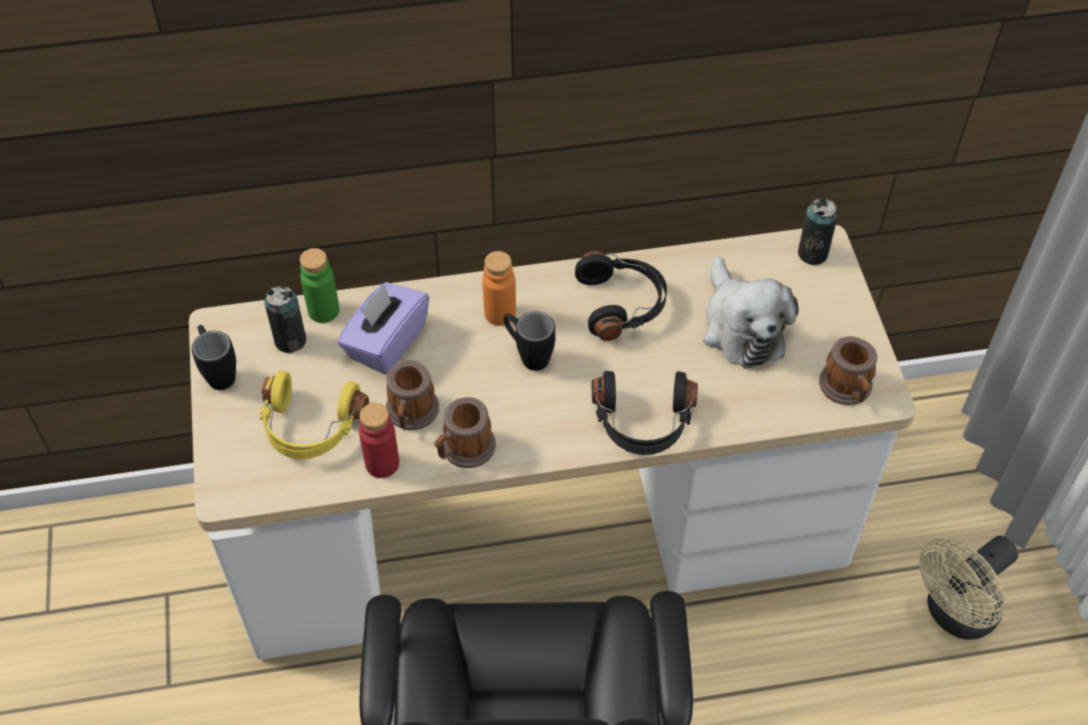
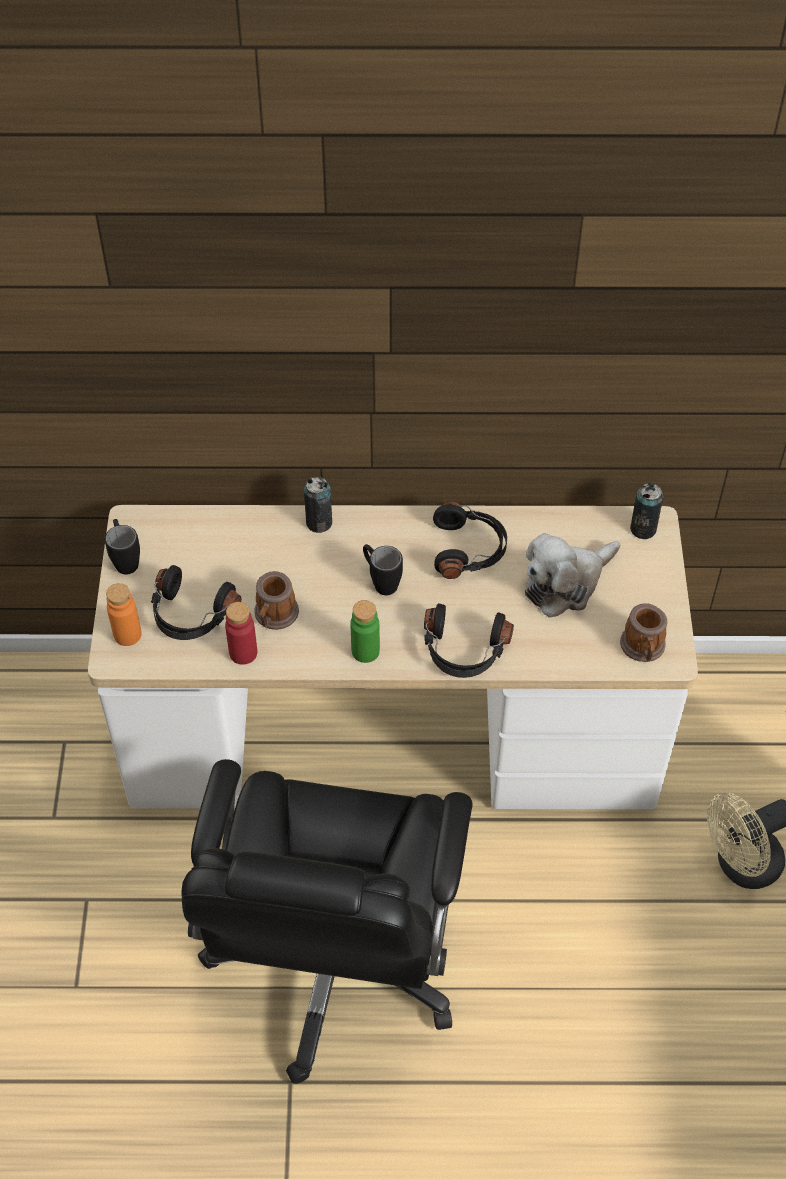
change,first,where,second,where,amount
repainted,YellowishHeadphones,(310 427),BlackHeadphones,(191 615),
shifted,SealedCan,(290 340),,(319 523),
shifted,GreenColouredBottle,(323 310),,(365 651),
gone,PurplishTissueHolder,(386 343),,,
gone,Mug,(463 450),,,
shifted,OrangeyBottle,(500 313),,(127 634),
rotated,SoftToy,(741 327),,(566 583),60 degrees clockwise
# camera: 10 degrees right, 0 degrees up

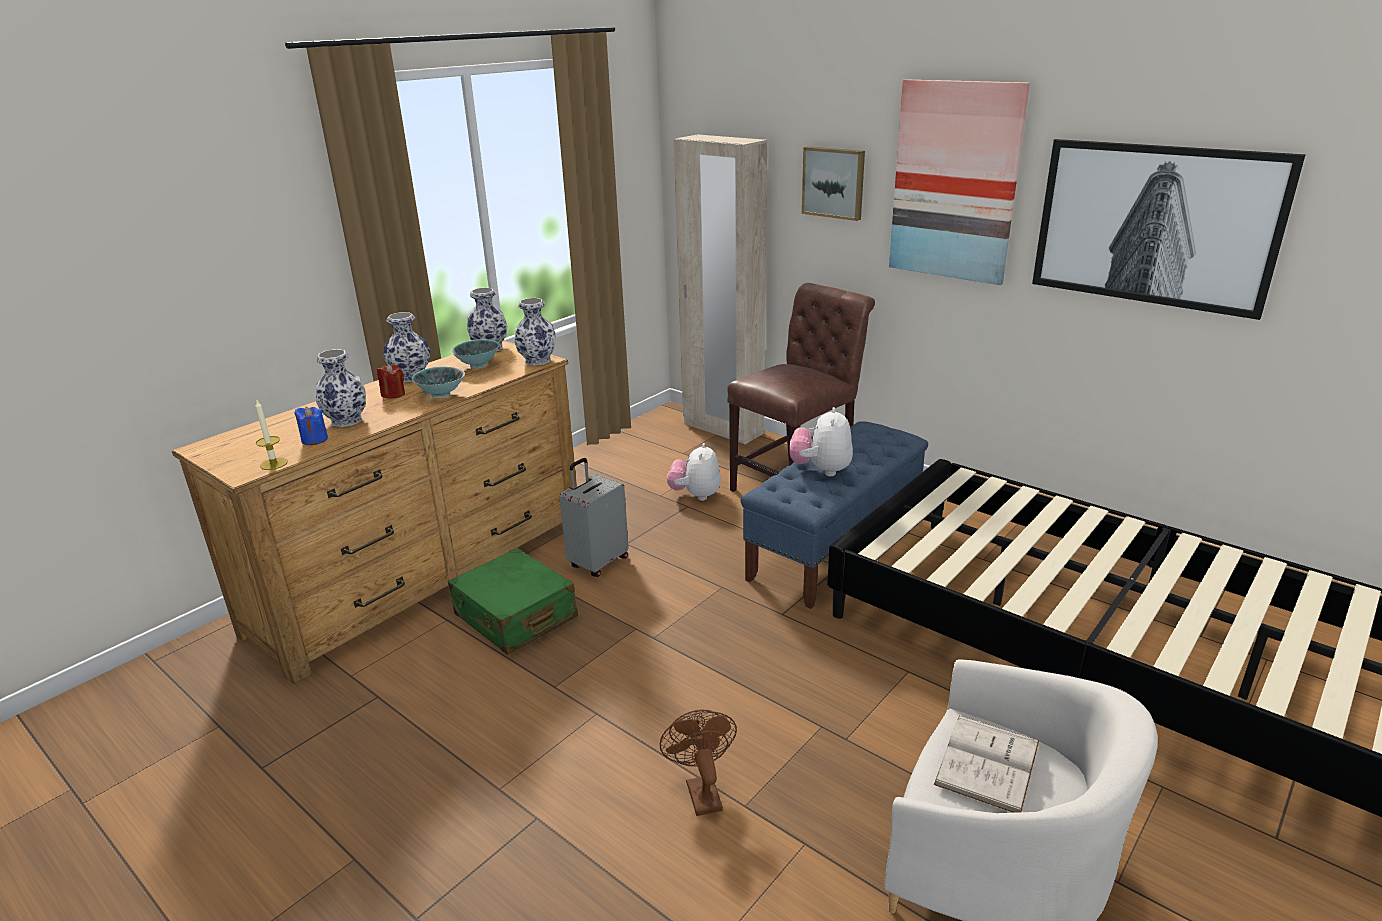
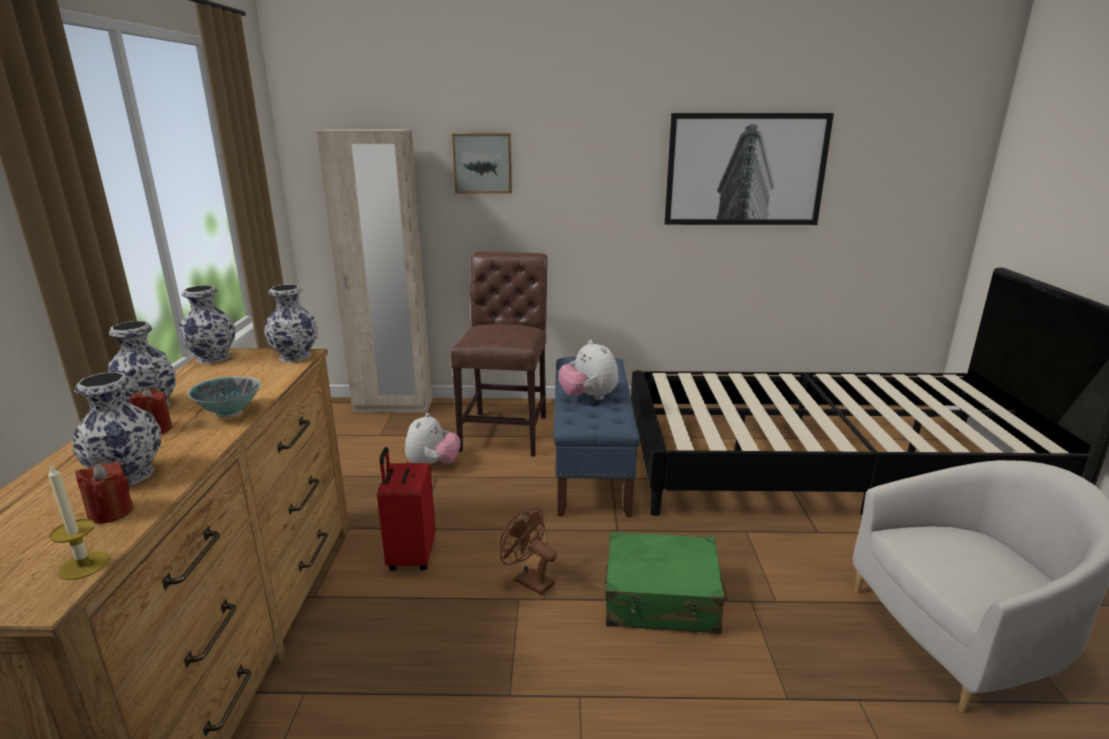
change,first,where,second,where,amount
repainted,BlueWaxCandle,(314 440),ReddishWaxCandle,(111 512),
shifted,GreenColouredPieceOfLuggage,(515 616),,(662 599),
gone,DeepDish,(478 366),,,
repainted,GreyishPieceOfLuggage,(597 562),ReddishPieceOfLuggage,(410 556),
shifted,BrownColouredCoolingFan,(701 790),,(528 580),
rotated,SoftToy,(695 495),,(433 465),135 degrees counterclockwise
gone,WallPicture,(955 182),,,
gone,WhitishBoundBook,(987 762),,,
# camera: 40 degrees left, 5 degrees down

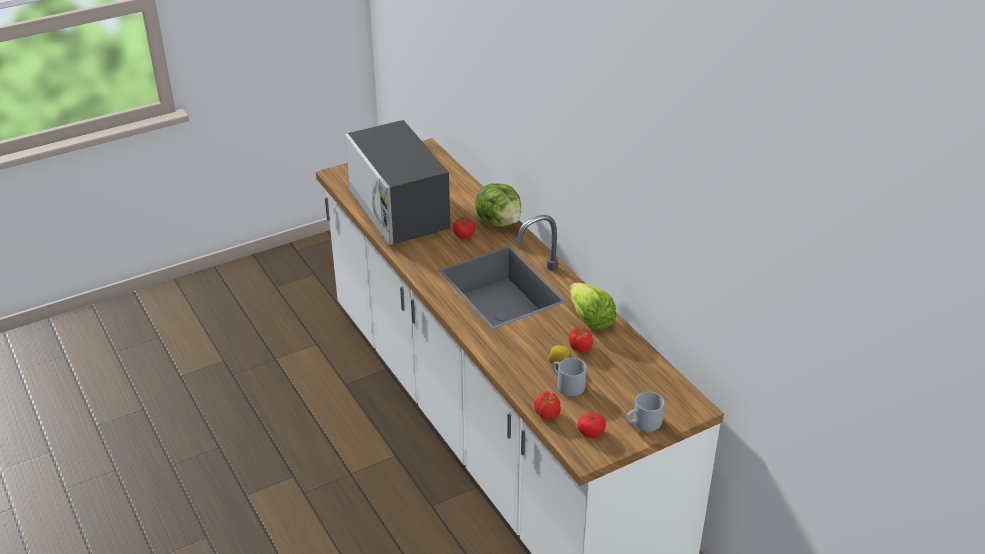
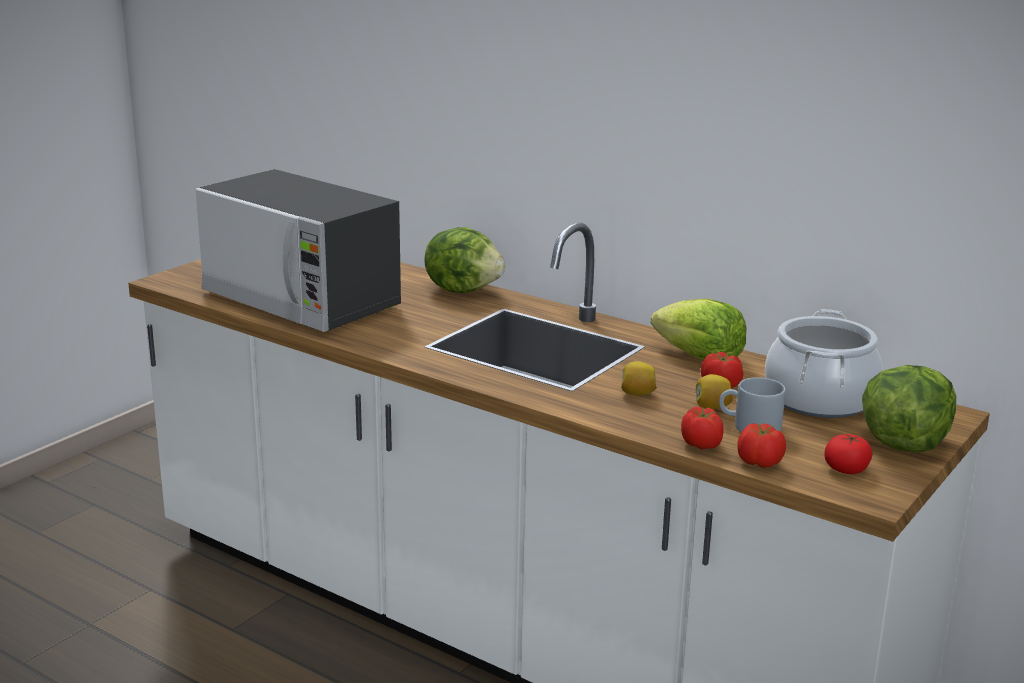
change,first,where,second,where,amount
shifted,Tomato,(464 235),,(701 444),
swapped,GreyishMug,(643 423),Lettuce,(903 444),
new,,,Lemon,(637 394),
new,,,Saucepot,(820 399),
# camera: 25 degrees left, 15 degrees down

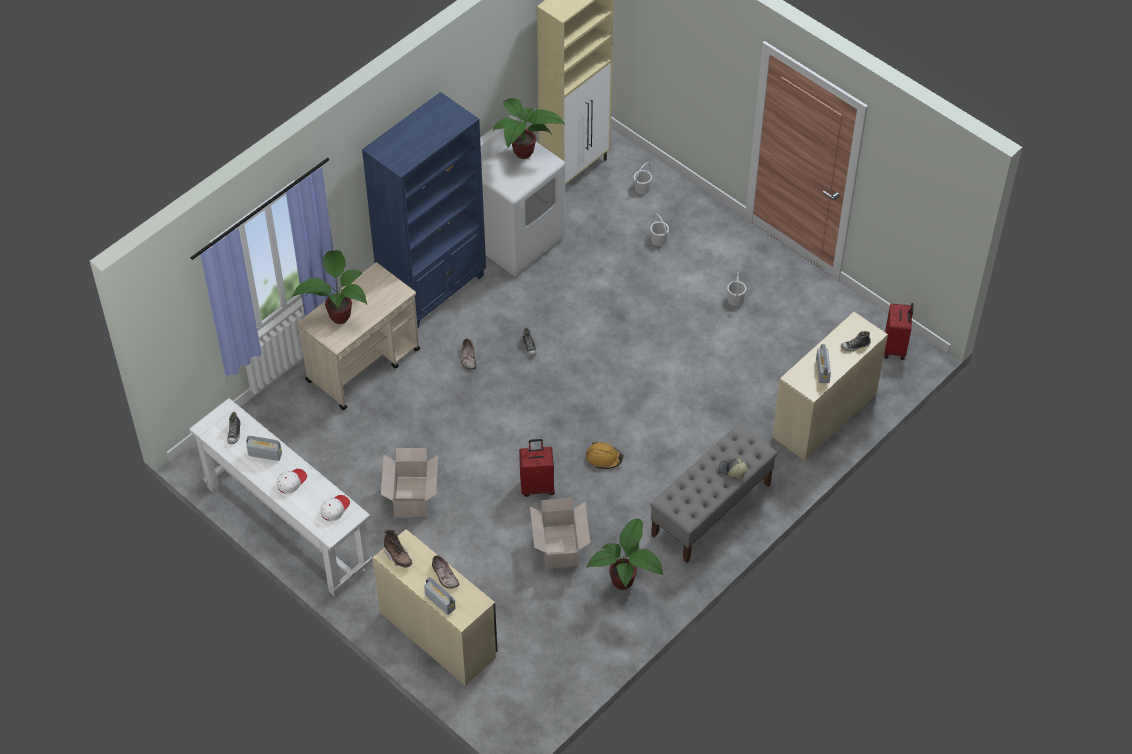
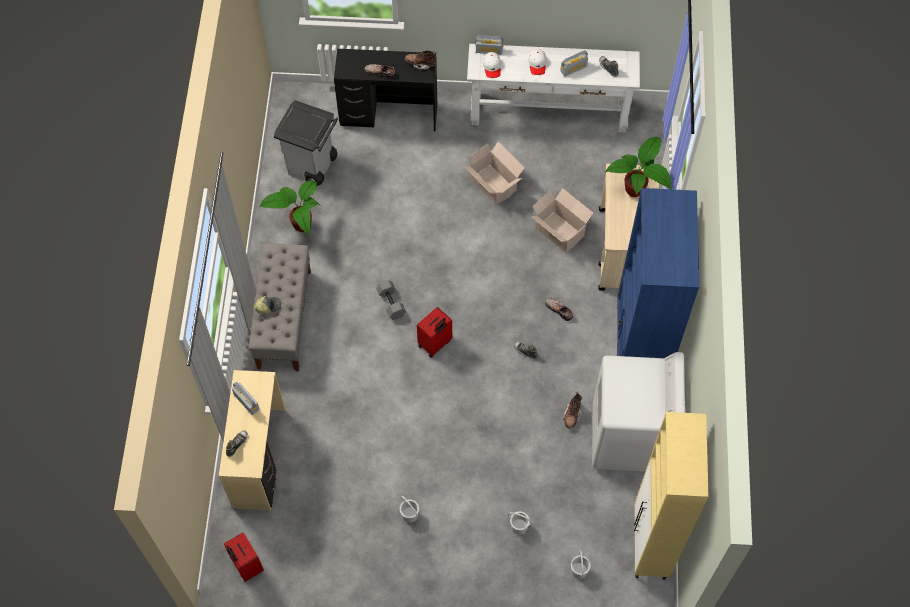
change,first,where,second,where,amount
repainted,SandColouredDesk,(438 633),BlackDesk,(389 115),
shifted,Radio,(440 602),,(489 50),
gone,PottedPlant,(523 155),,,
shifted,ReddishPieceOfLuggage,(537 486),,(435 344),
shifted,CardboardBox,(559 548),,(559 230),
swapped,OrangeySafetyHelmet,(604 458),GreyishFreeWeight,(392 303),
new,,,GreyishTrashCan,(312 167),
new,,,BrownColouredTallBoot,(572 415),
# camera: 140 degrees right, 10 degrees up

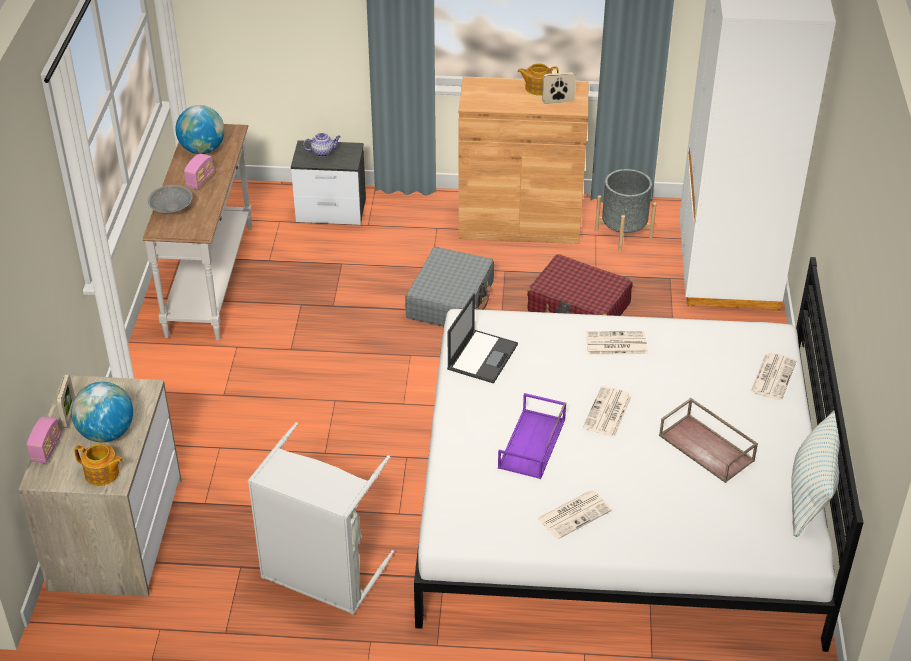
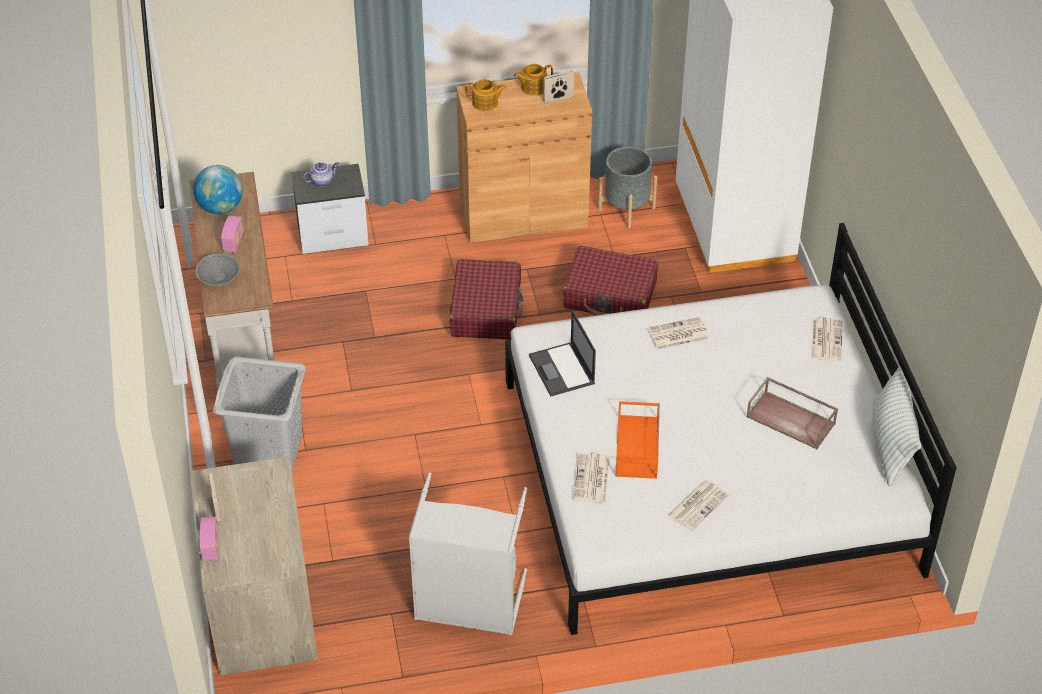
change,first,where,second,where,amount
gone,Globe,(106 433),,,
shifted,Teapot,(102 474),,(485 103),
repainted,GreyishPieceOfLuggage,(450 300),ReddishPieceOfLuggage,(486 309),
rotated,PortableComputer,(482 356),,(562 370),150 degrees clockwise
repainted,PurplishCarryingTray,(532 444),OrangeyCarryingTray,(638 447),
shifted,DailyPaper,(607 413),,(592 479),
new,,,GreyishWashingBasket,(268 451),
# camera: 15 degrees left, 5 degrees up

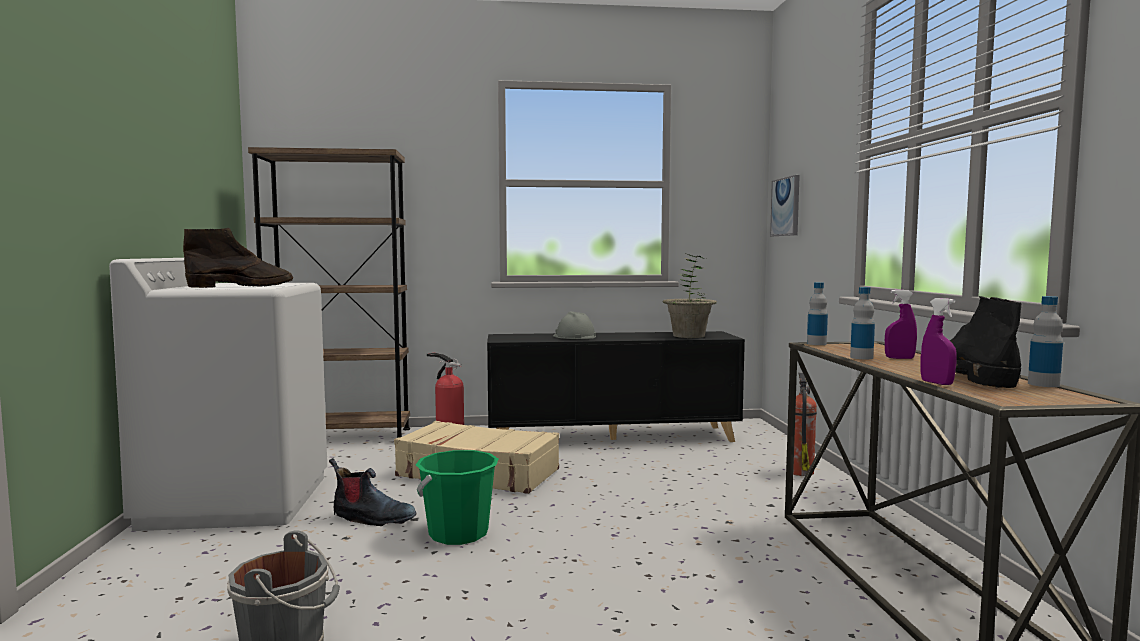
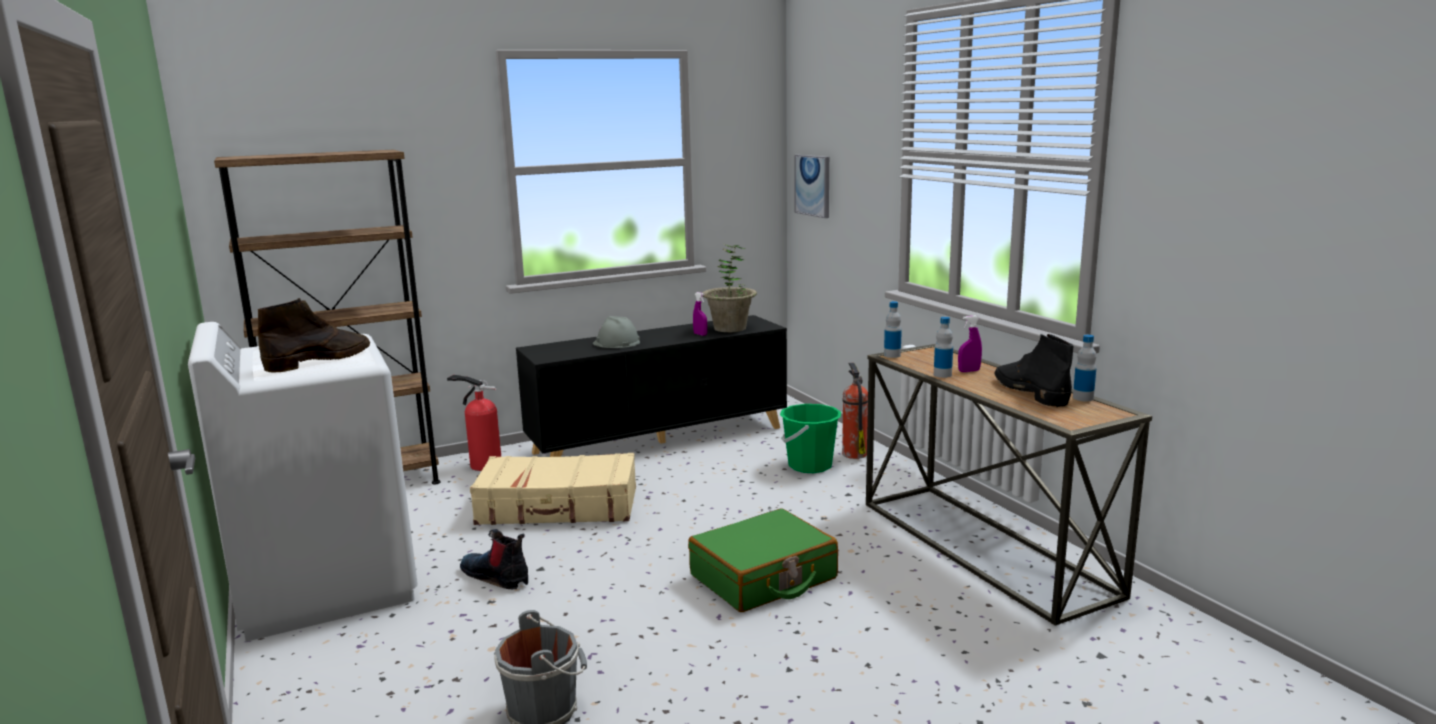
change,first,where,second,where,amount
rotated,TallBoot,(372 518),,(497 577),135 degrees counterclockwise
shifted,GreenColouredWaterBucket,(458 533),,(810 465),
shifted,PurplishHandSprayer,(936 383),,(700 334),
new,,,GreenColouredPieceOfLuggage,(763 577),
# camera: 20 degrees left, 10 degrees up

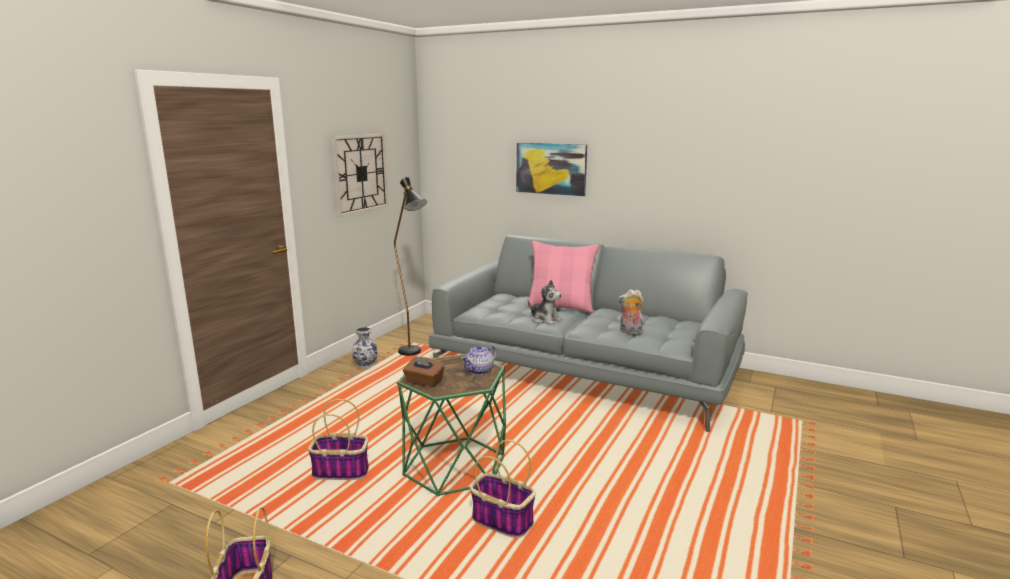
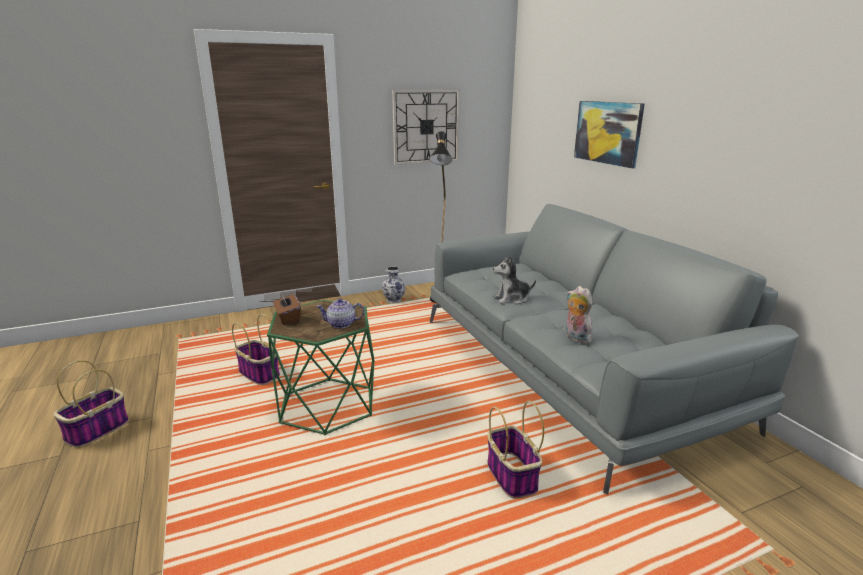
change,first,where,second,where,amount
shifted,HouseholdBasket,(501 520),,(511 475),
gone,PinkColouredPillow,(561 307),,,
rotated,SoftToy,(545 320),,(512 299),90 degrees clockwise
# camera: 40 degrees right, 5 degrees up

